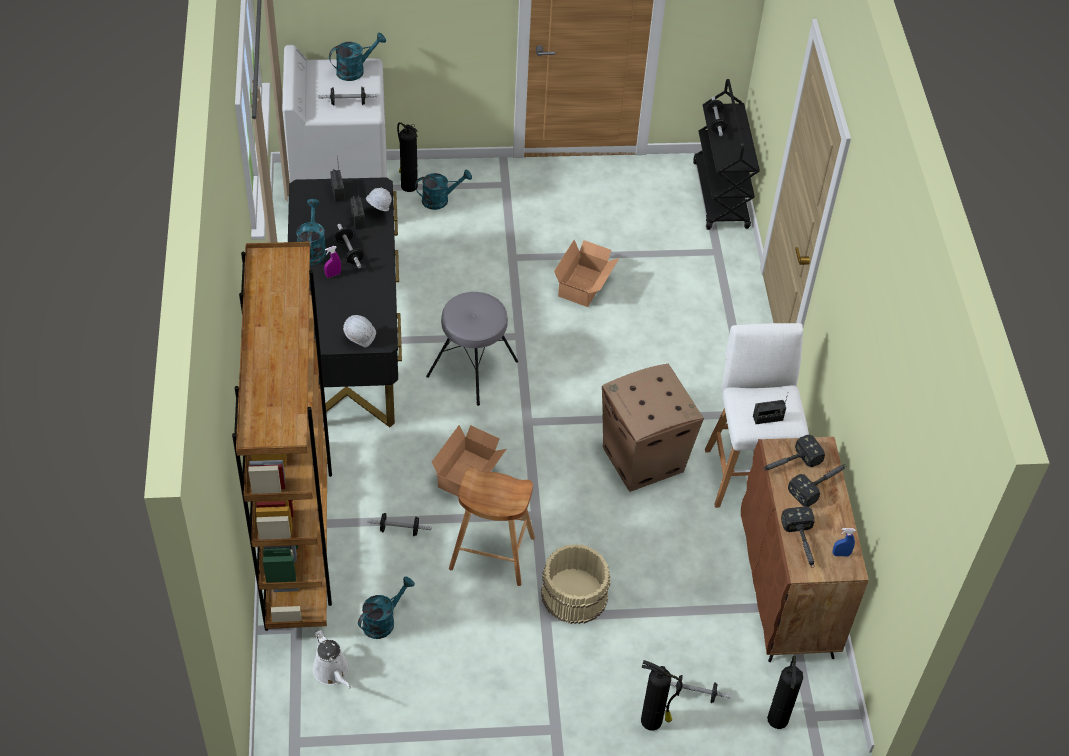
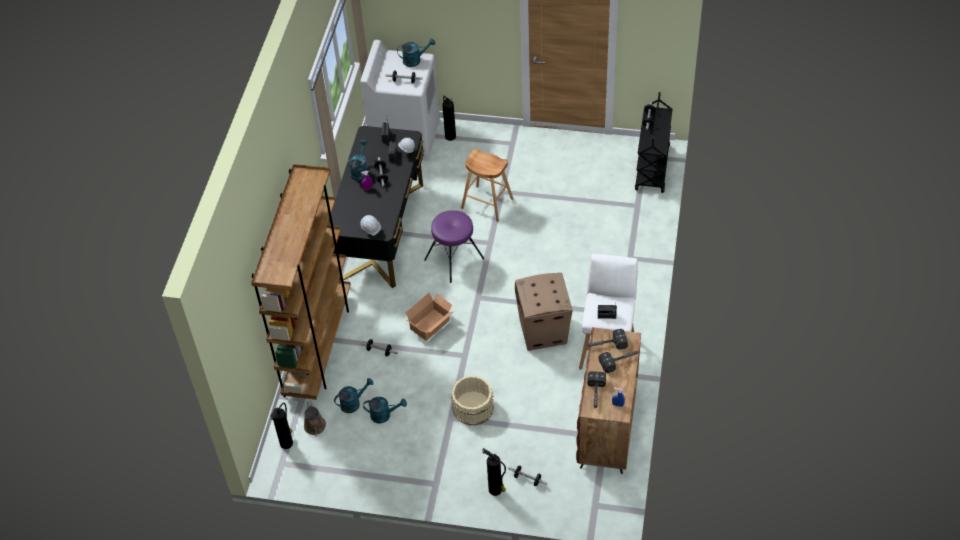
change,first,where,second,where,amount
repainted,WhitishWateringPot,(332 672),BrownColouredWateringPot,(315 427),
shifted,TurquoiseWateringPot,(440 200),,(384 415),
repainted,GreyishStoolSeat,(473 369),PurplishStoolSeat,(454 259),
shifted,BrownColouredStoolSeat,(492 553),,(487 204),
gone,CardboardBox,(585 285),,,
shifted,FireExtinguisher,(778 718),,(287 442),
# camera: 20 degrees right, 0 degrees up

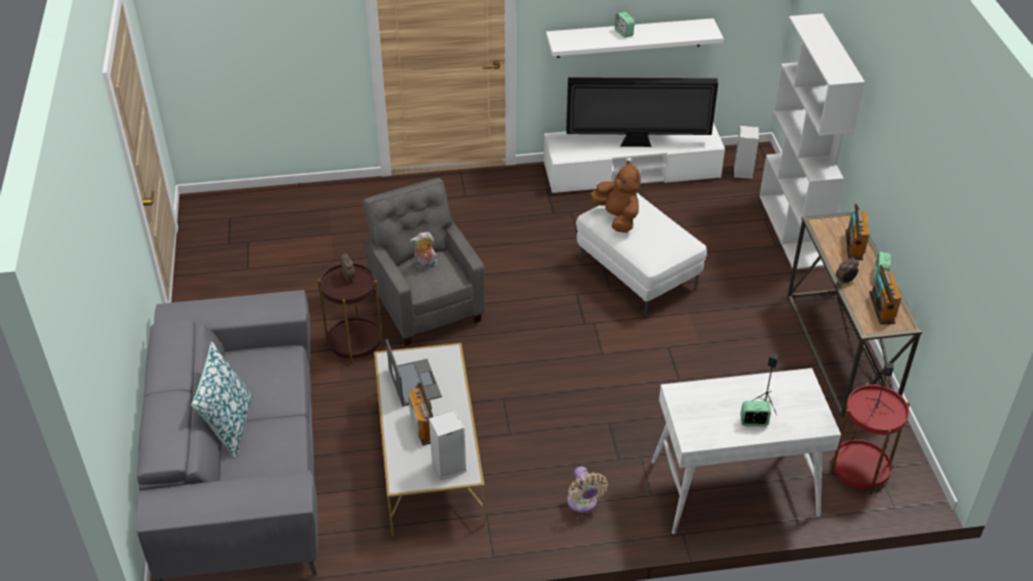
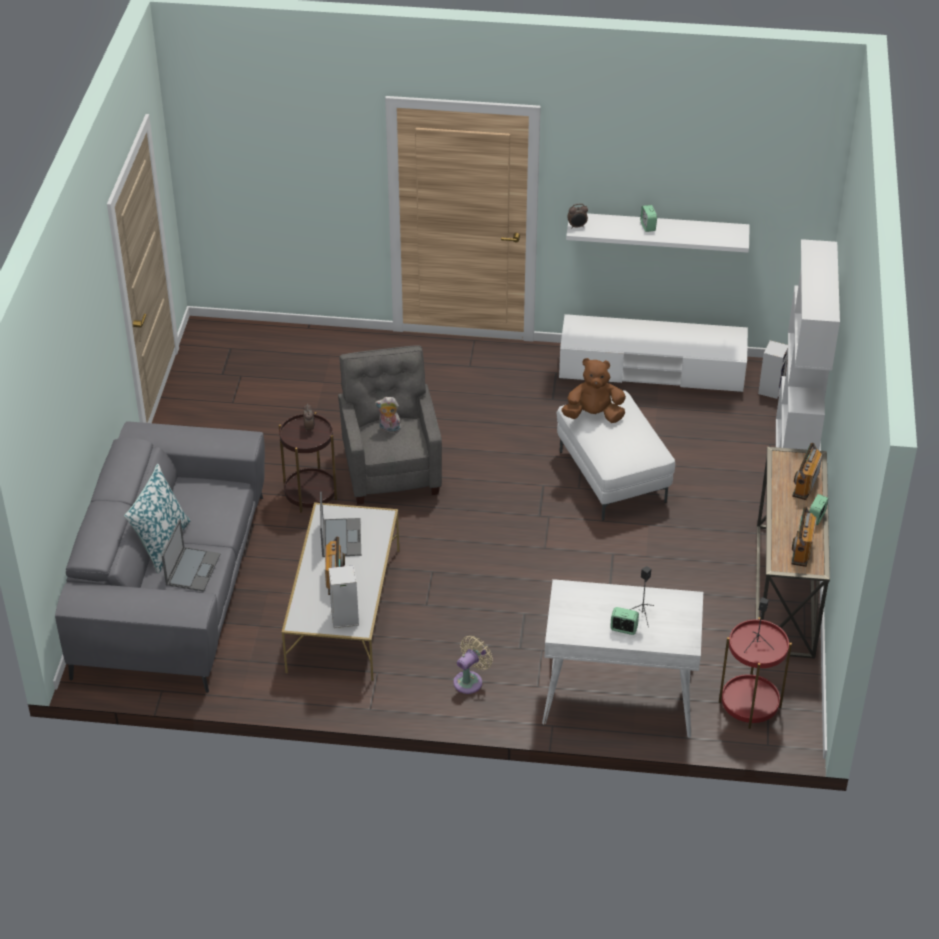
change,first,where,second,where,amount
gone,Television,(637 144),,,
rotated,SandColouredCoolingFan,(583 503),,(470 680),135 degrees counterclockwise
rotated,BrownColouredSoftToy,(617 218),,(594 415),75 degrees counterclockwise
shifted,BedsideClock,(845 281),,(577 226),
new,,,PortableComputer,(193 569),
# camera: 15 degrees right, 0 degrees up

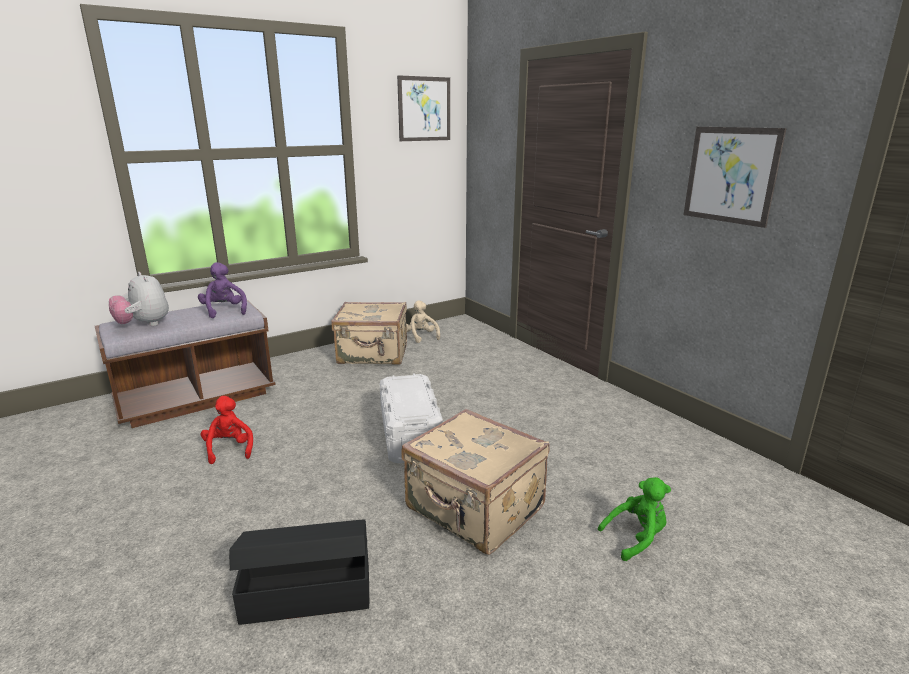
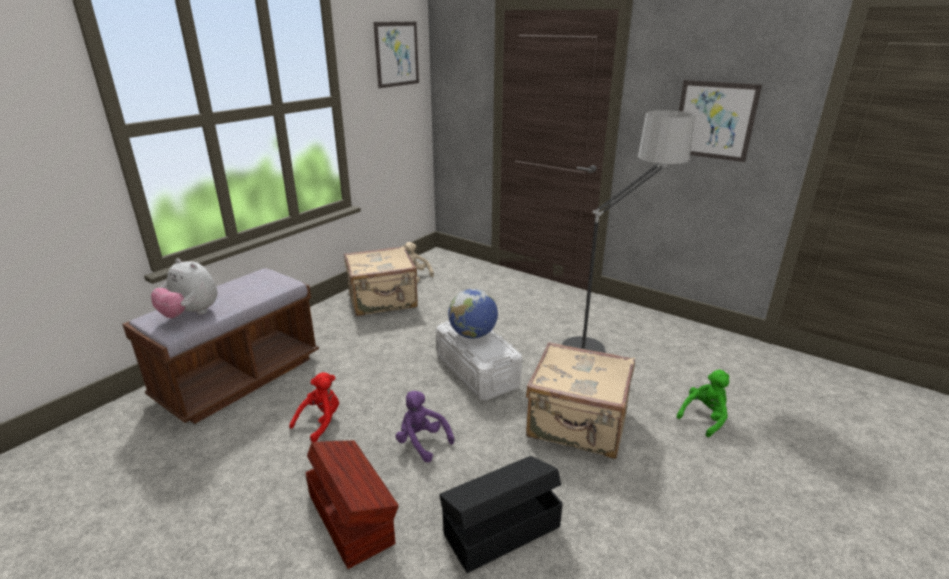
change,first,where,second,where,amount
shifted,PurplishSoftToy,(224 311),,(422 442),
rotated,ReddishSoftToy,(229 449),,(321 422),75 degrees clockwise
new,,,BrownColouredStorageContainer,(351 516),
new,,,Globe,(473 335),
new,,,StandingLamp,(608 343),
# camera: 20 degrees left, 5 degrees up

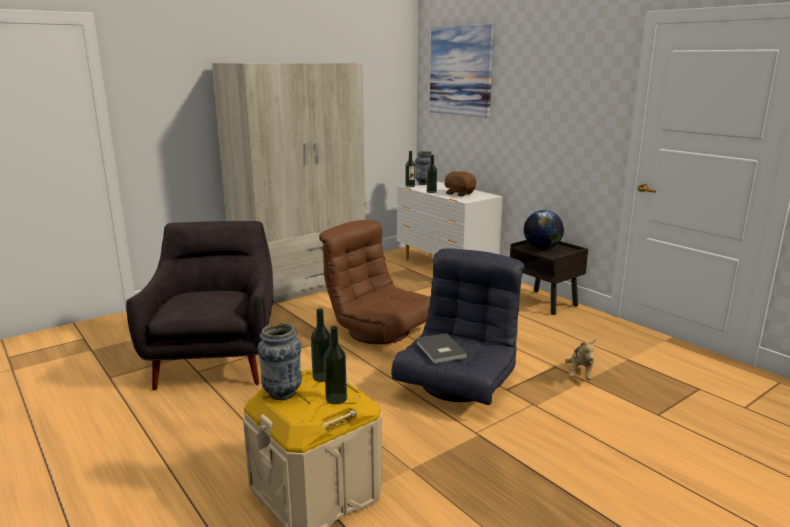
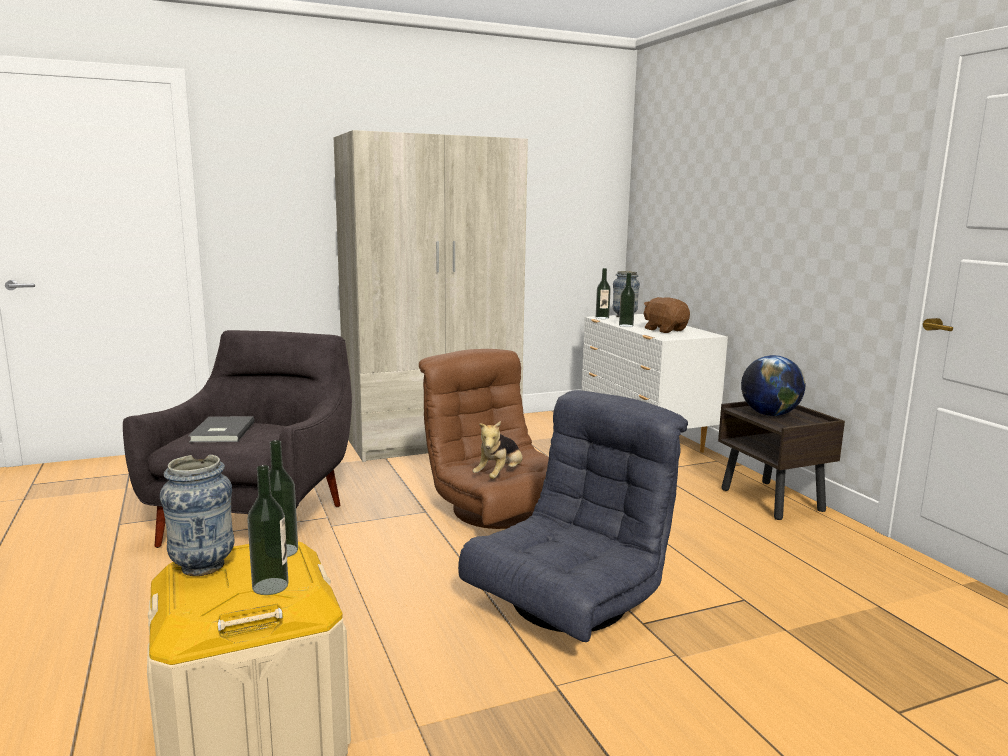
change,first,where,second,where,amount
shifted,GreyishBoundBook,(440 350),,(220 432),
gone,WallPicture,(461 71),,,
shifted,SoftToy,(580 374),,(500 476),
# camera: 15 degrees right, 5 degrees down

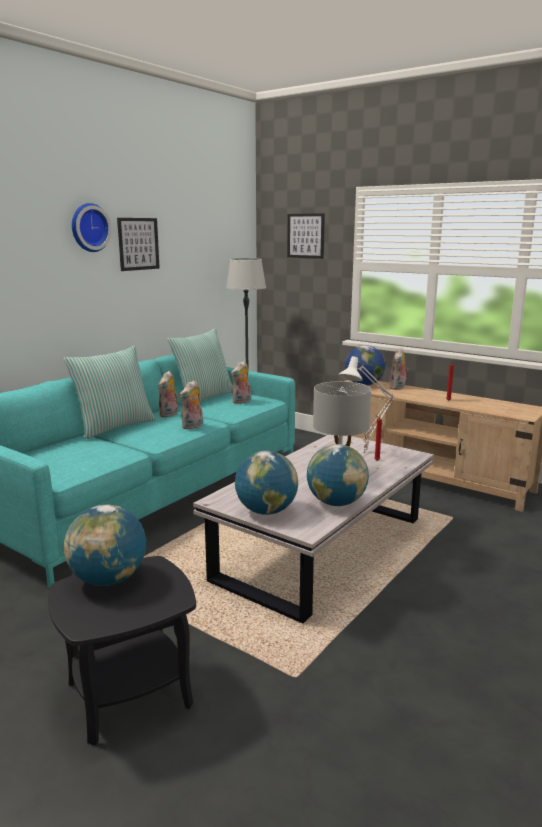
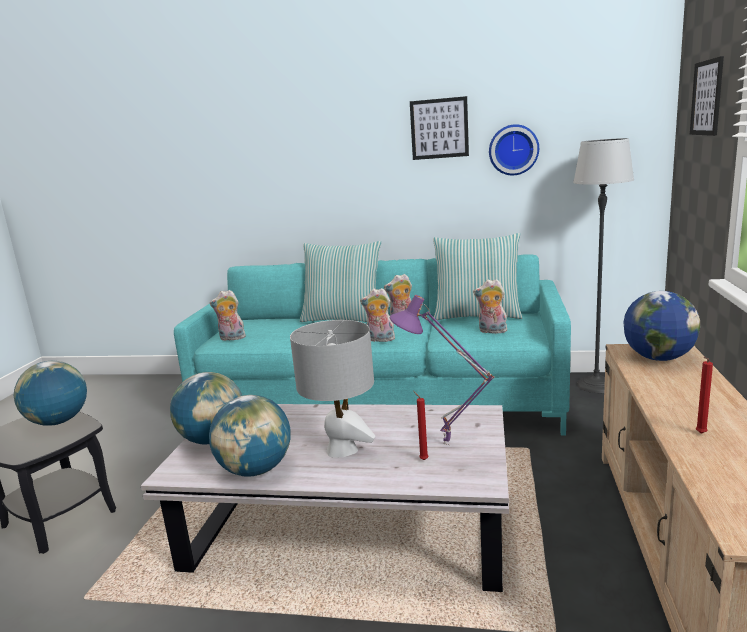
change,first,where,second,where,amount
shifted,HangingClock,(89 227),,(513 150),
repainted,WhitishLampForATable,(366 453),PurplishLampForATable,(444 445),
shifted,SoftToy,(398 388),,(231 338),
# camera: 65 degrees right, 0 degrees up

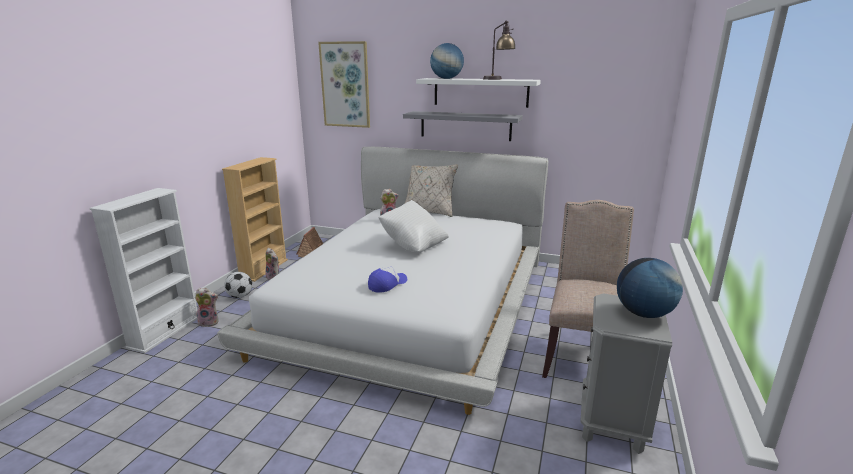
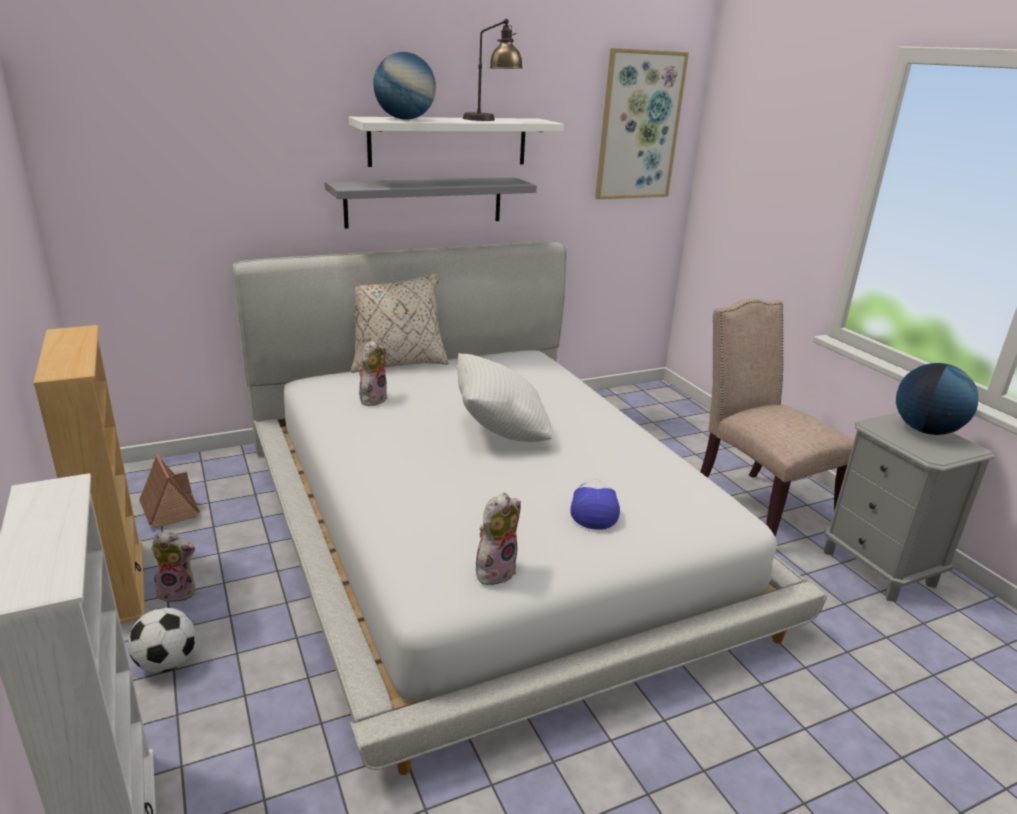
change,first,where,second,where,amount
shifted,SoftToy,(209 322),,(495 570),
shifted,WallPicture,(345 85),,(639 126),
# camera: 45 degrees left, 5 degrees up

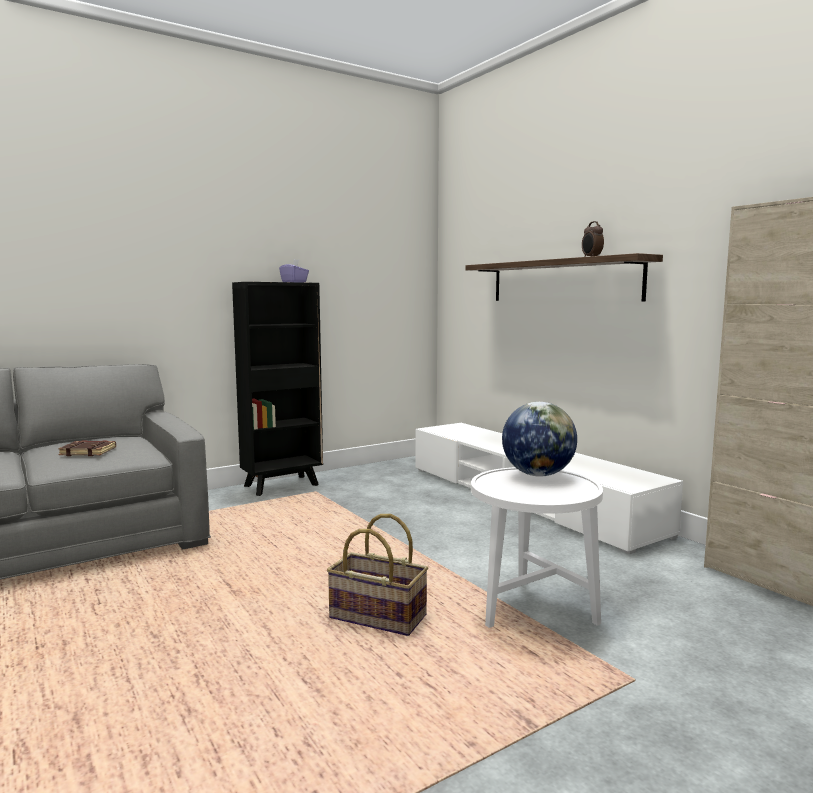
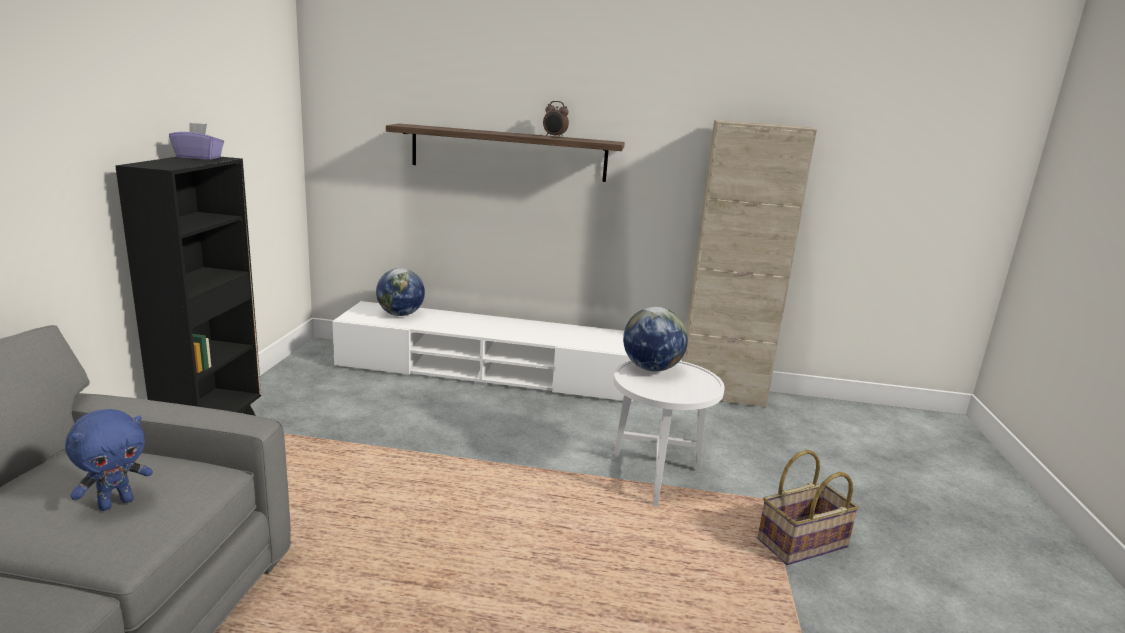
change,first,where,second,where,amount
swapped,BrownColouredBoundBook,(89 452),BlueSoftToy,(116 503),
shifted,HouseholdBasket,(376 618),,(802 544),
new,,,Globe,(400 314),
# camera: 50 degrees left, 10 degrees up

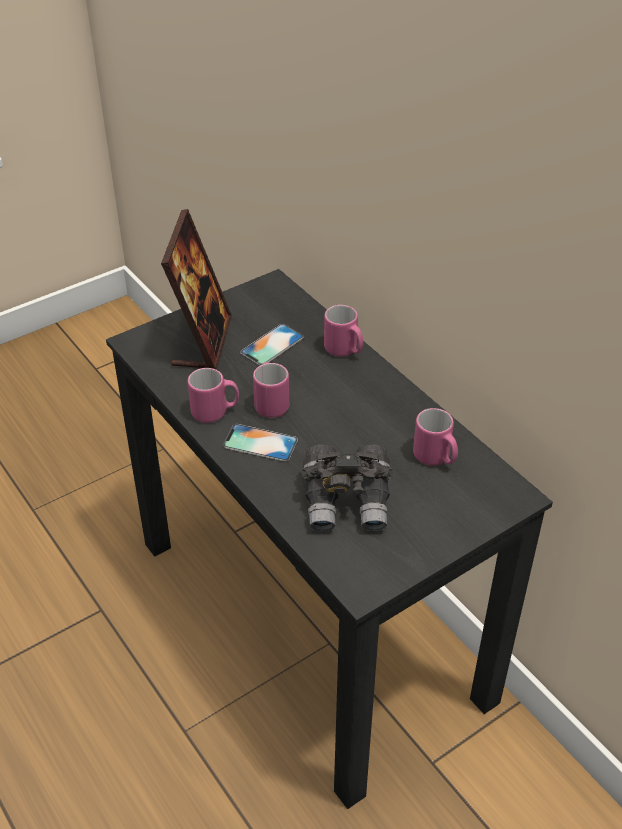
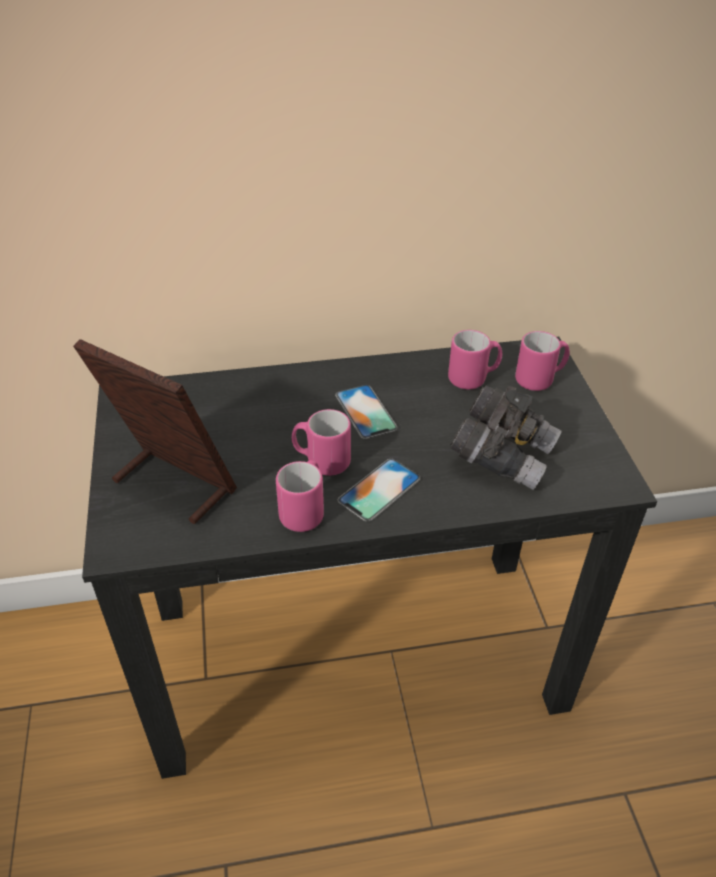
change,first,where,second,where,amount
shifted,Handset,(272 345),,(365 412),
shifted,PinkColouredMug,(344 351),,(540 379),
# camera: 65 degrees left, 0 degrees up

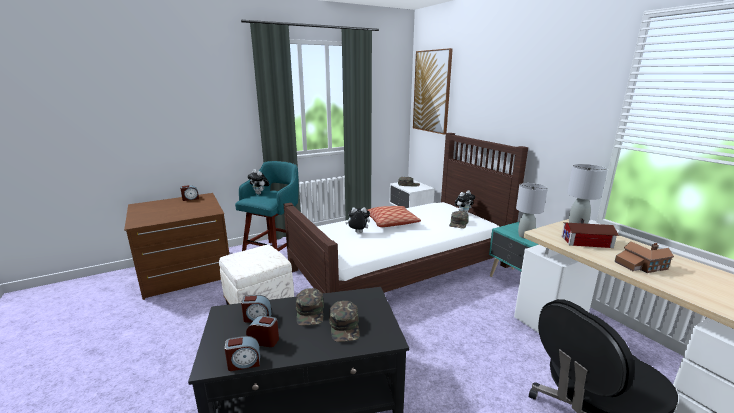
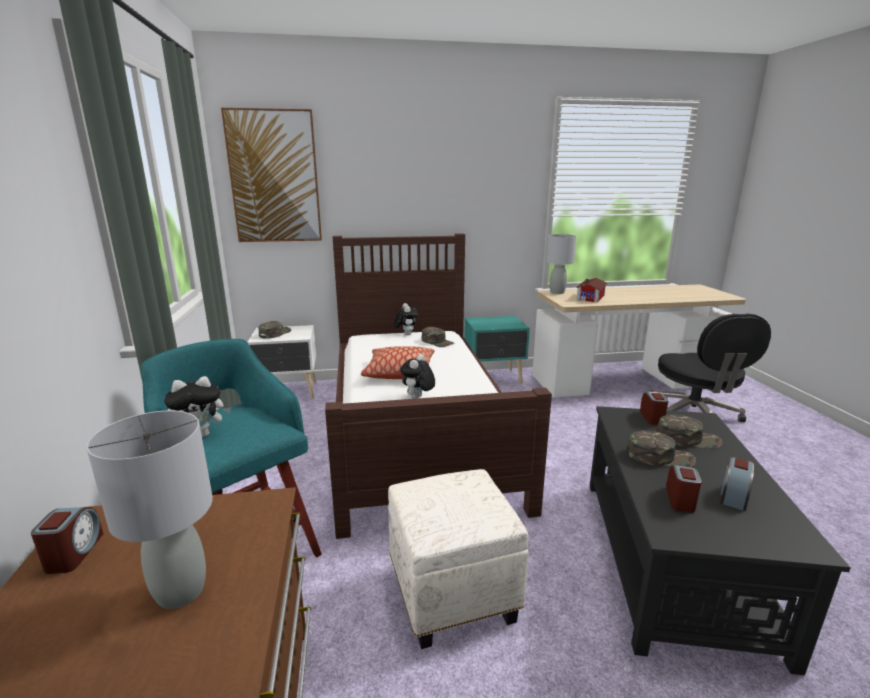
change,first,where,second,where,amount
shifted,BedsideClock,(244 363),,(652 417),
shifted,GreyishLampForATable,(525 236),,(180 591),
gone,ModelHouse,(641 265),,,
# camera: 70 degrees left, 0 degrees up

